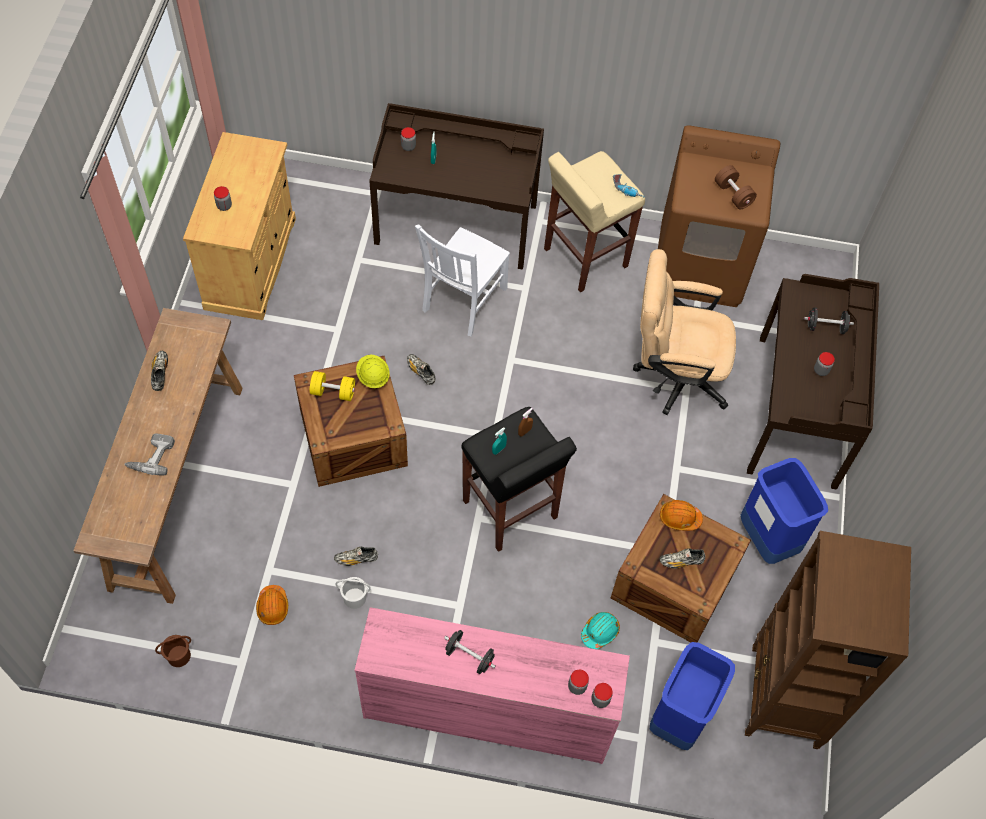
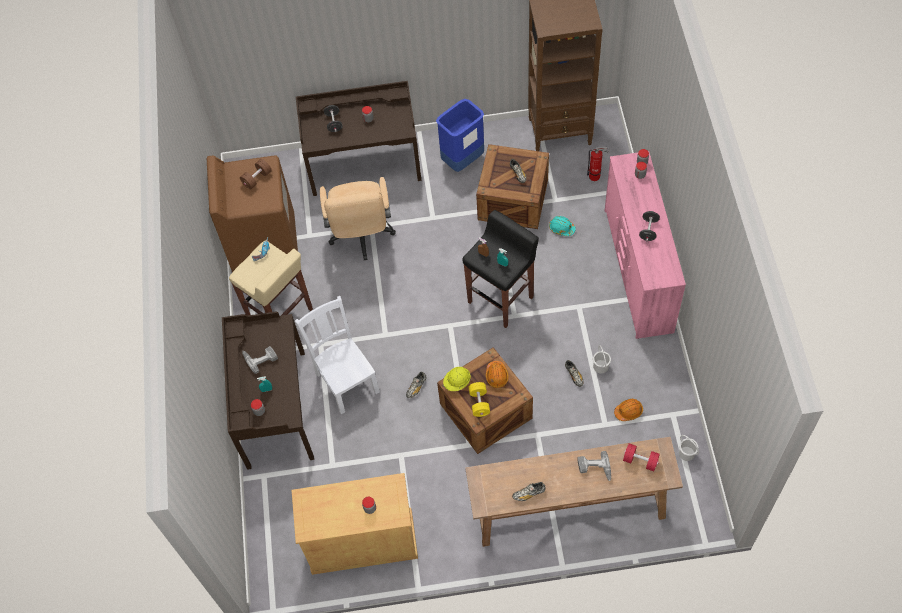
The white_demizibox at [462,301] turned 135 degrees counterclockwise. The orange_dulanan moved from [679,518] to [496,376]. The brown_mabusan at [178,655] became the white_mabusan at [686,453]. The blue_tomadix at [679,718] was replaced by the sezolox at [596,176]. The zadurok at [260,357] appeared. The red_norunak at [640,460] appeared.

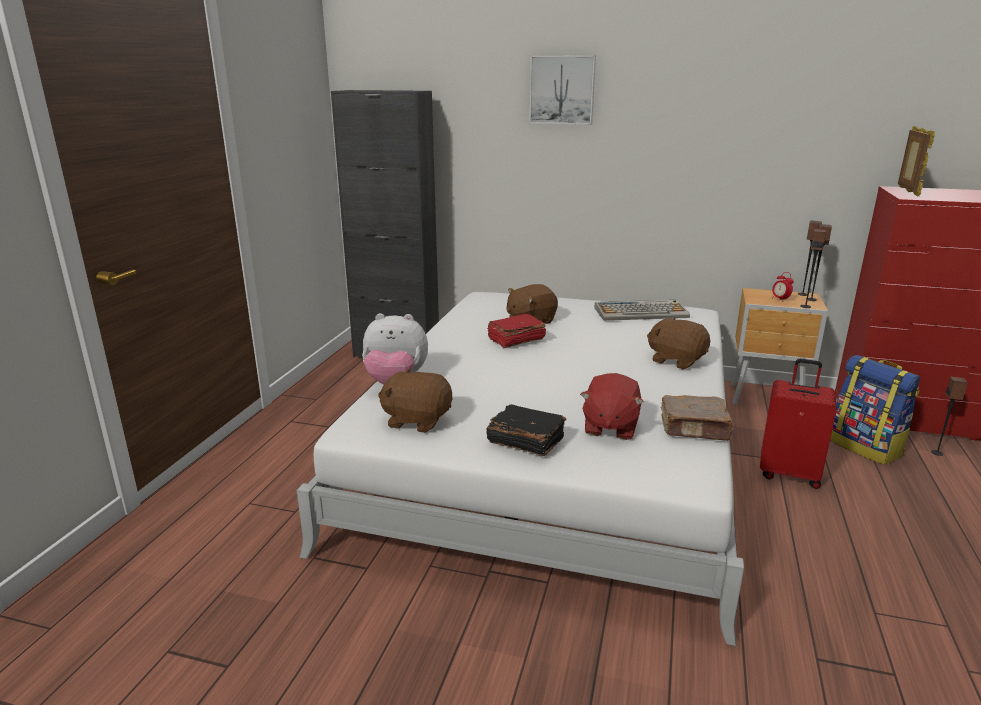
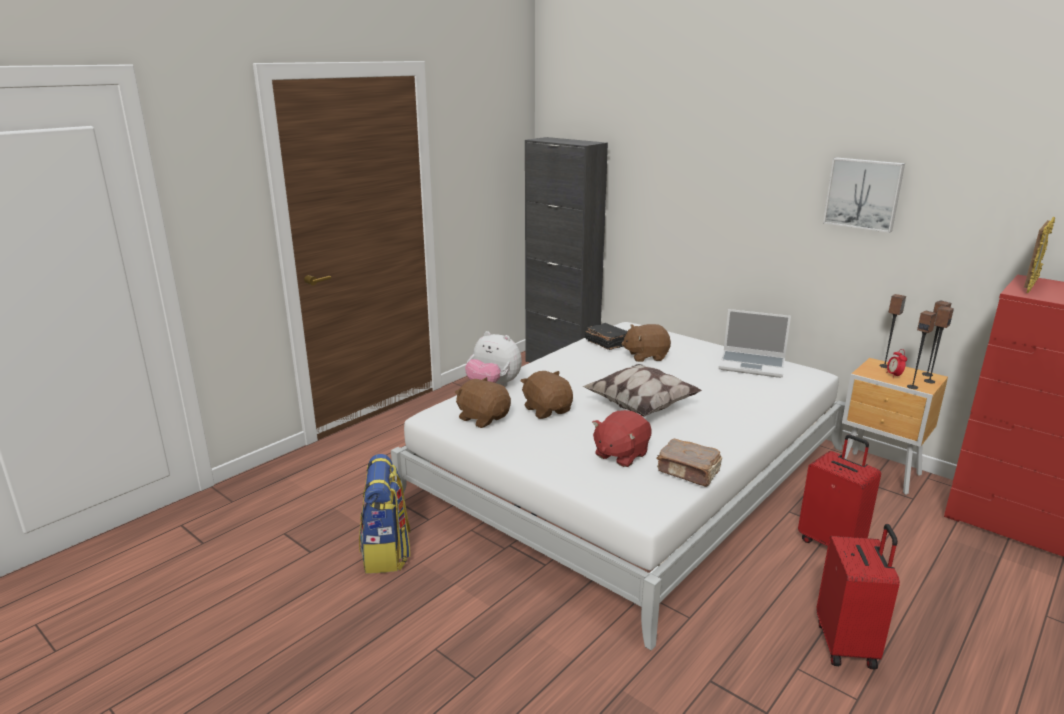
The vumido moved from [562,90] to [863,194]. The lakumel at [641,312] was replaced by the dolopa at [753,365]. The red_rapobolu at [515,340] disappeared. The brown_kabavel moved from [676,360] to [547,410]. The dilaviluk moved from [865,447] to [387,552]. The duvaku moved from [937,453] to [884,366]. The black_rapobolu moved from [525,441] to [607,343]. The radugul at [640,406] appeared. The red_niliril at [847,644] appeared.

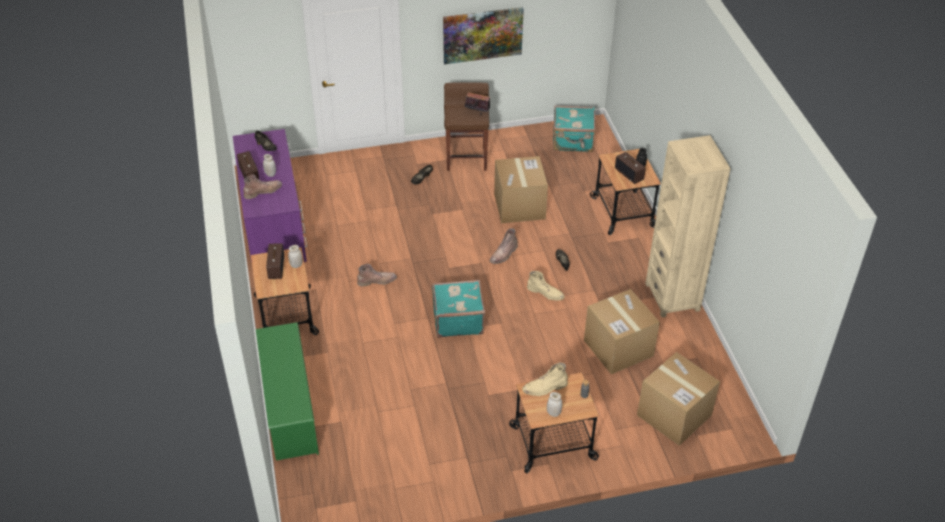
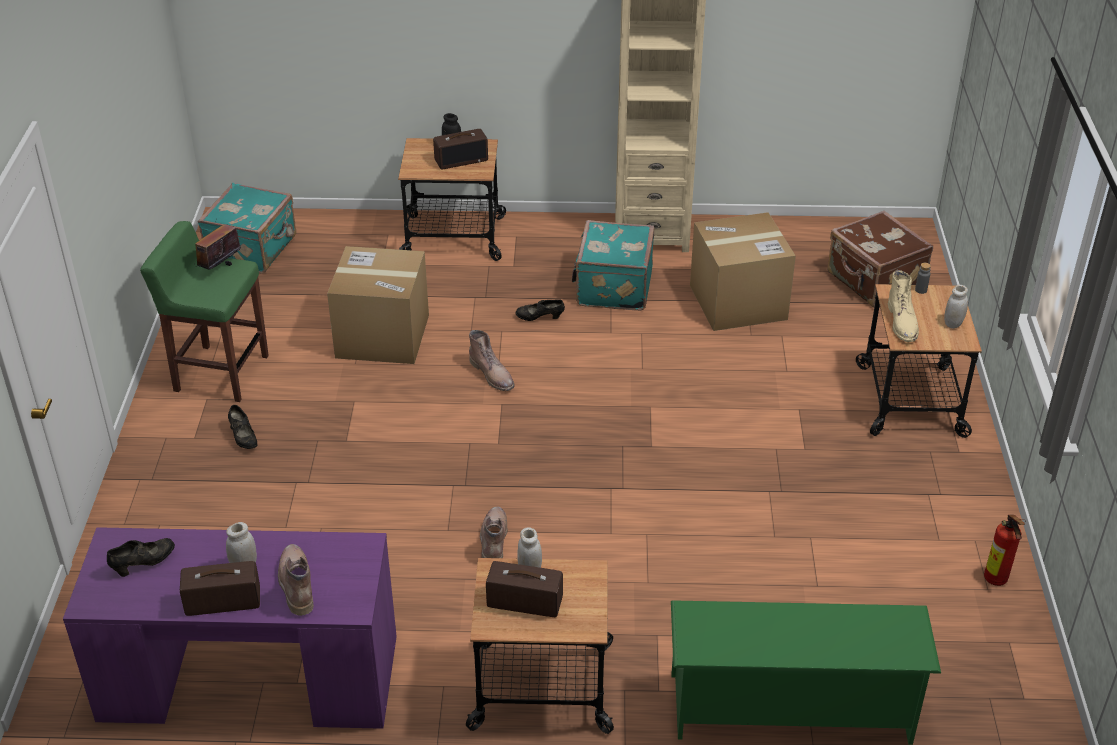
The vumido at [482,35] disappeared. The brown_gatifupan at [466,158] became the green_gatifupan at [220,373]. The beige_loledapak at [546,293] disappeared. The turquoise_niliril moved from [457,320] to [612,287]. The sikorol at [674,415] was replaced by the brown_niliril at [874,282]. The sezolox at [996,581] appeared.

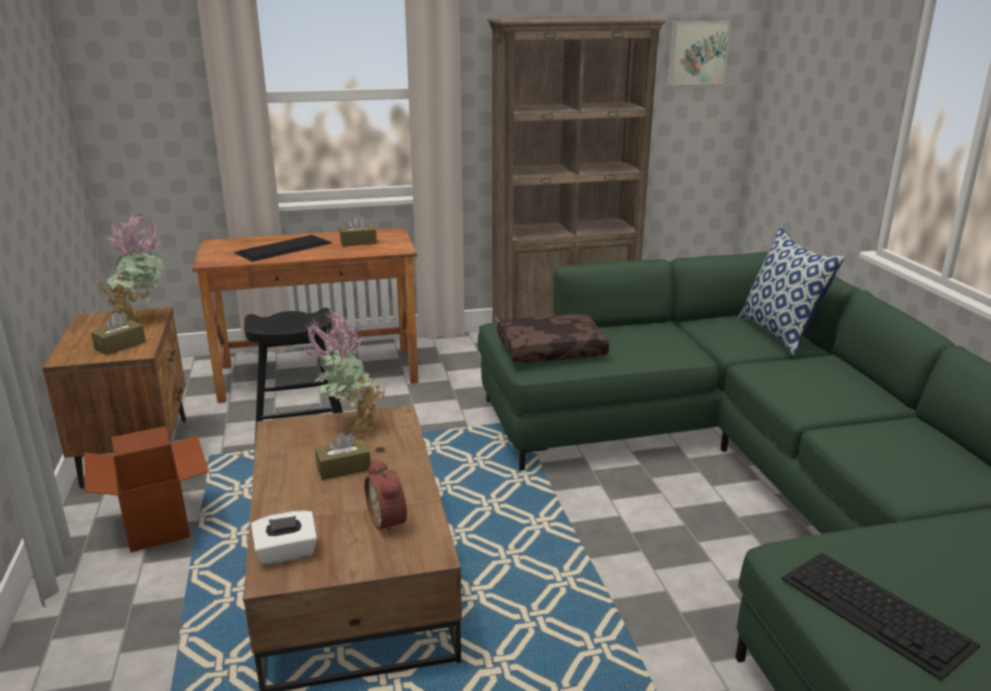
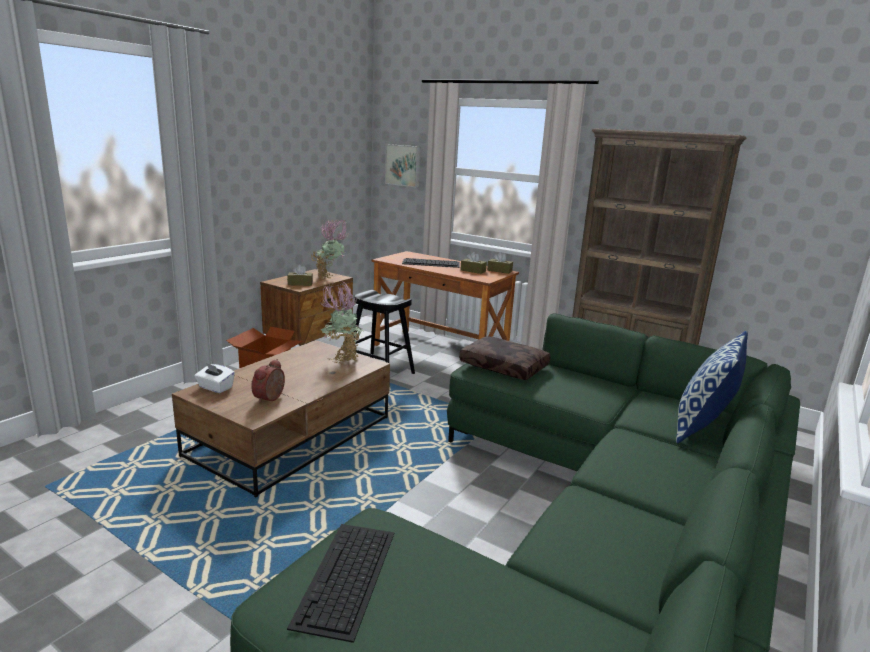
The vumido moved from [696,53] to [403,165]. The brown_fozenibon moved from [343,468] to [499,271].

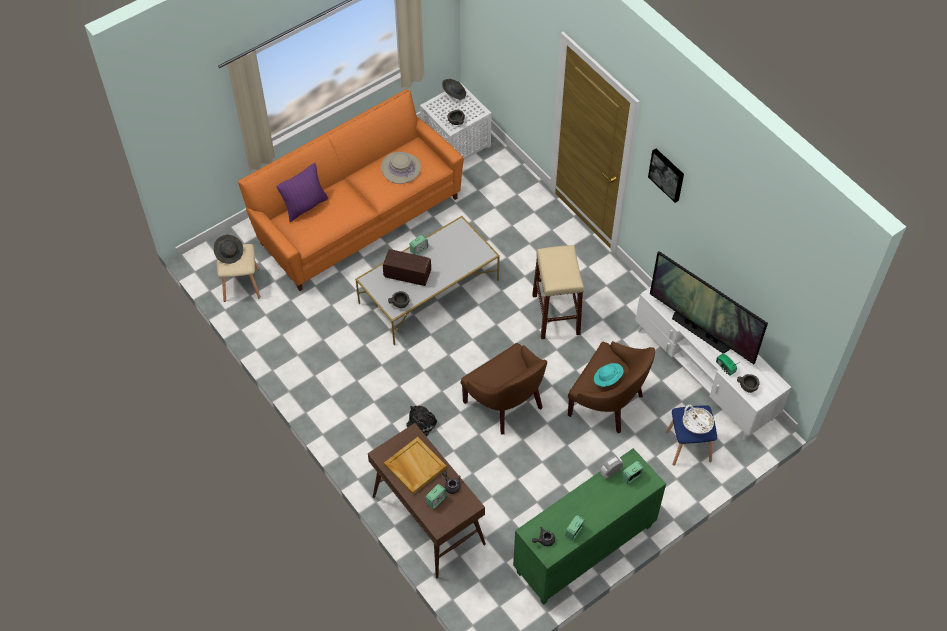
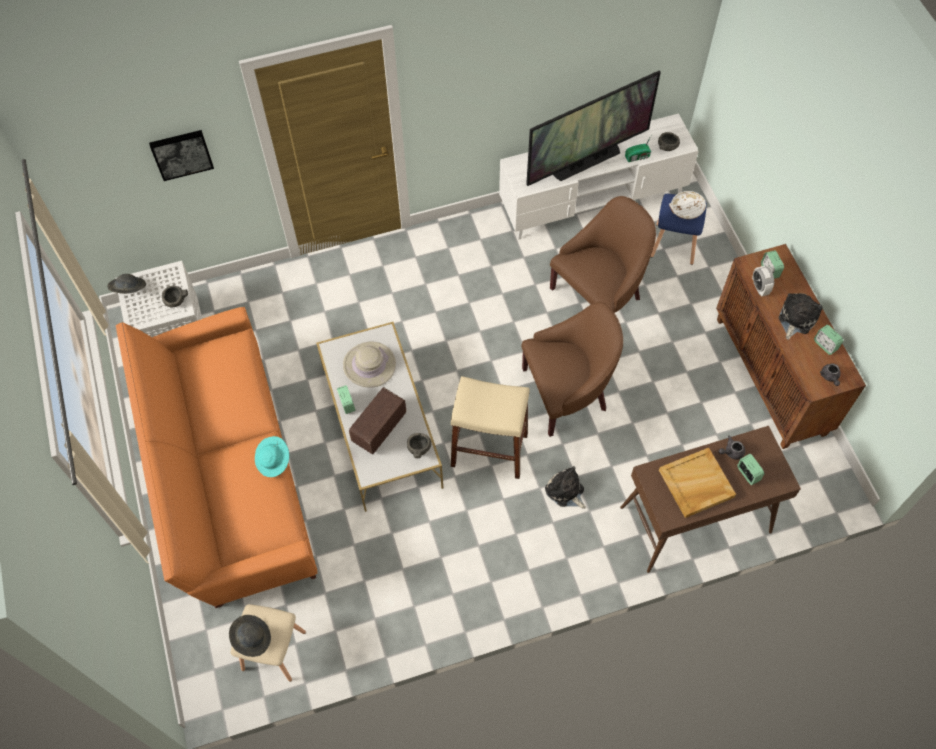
The vumido moved from [667,174] to [181,153]. The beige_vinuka moved from [401,168] to [369,365]. The purple_radugul at [305,206] disappeared. The beige_gatifupan moved from [556,314] to [489,450]. The turquoise_vinuka moved from [607,379] to [273,461]. The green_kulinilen at [584,550] became the brown_kulinilen at [771,376]. The kabavel at [796,319] appeared.

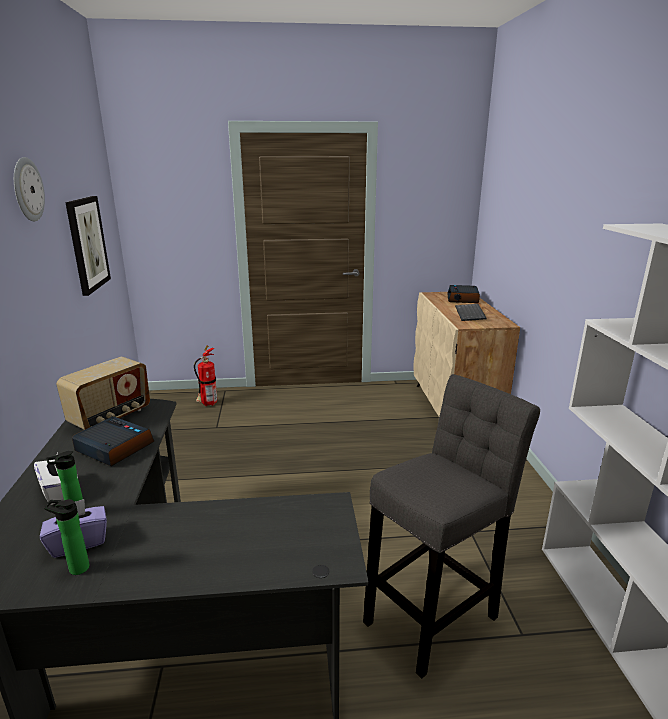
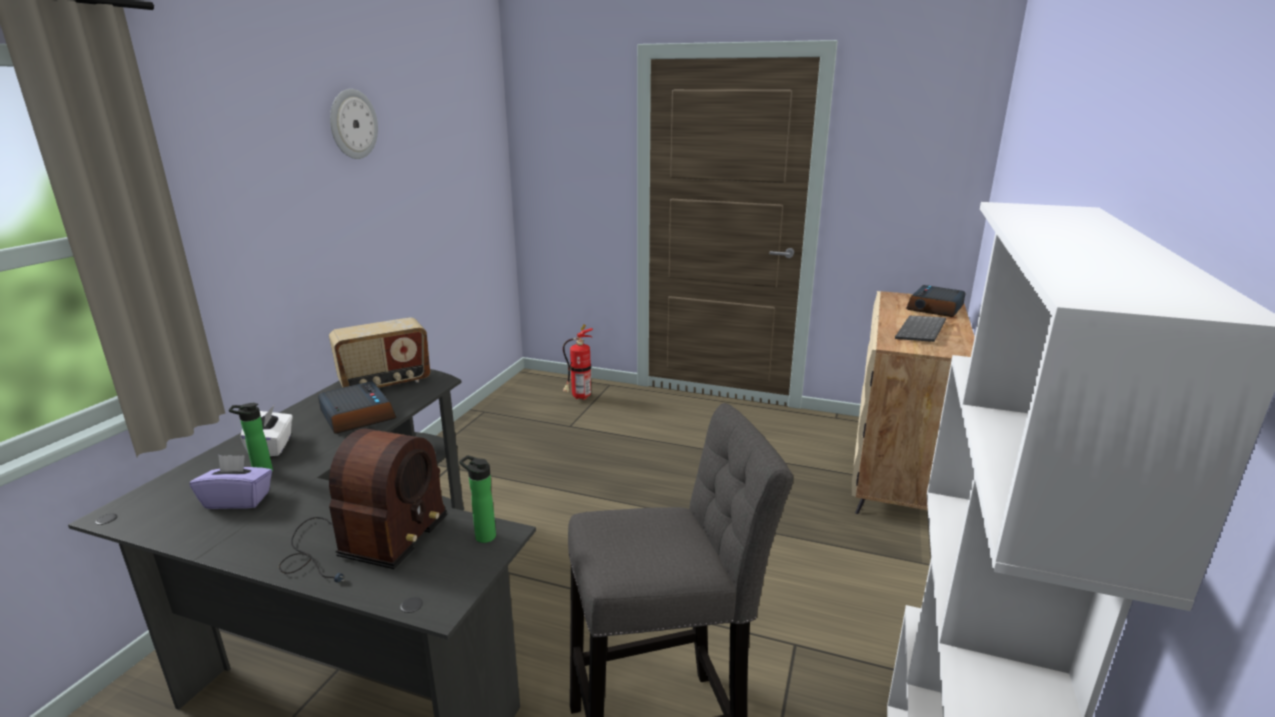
The vumido at [87,244] disappeared. The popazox moved from [76,568] to [482,536]. The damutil at [364,542] appeared.

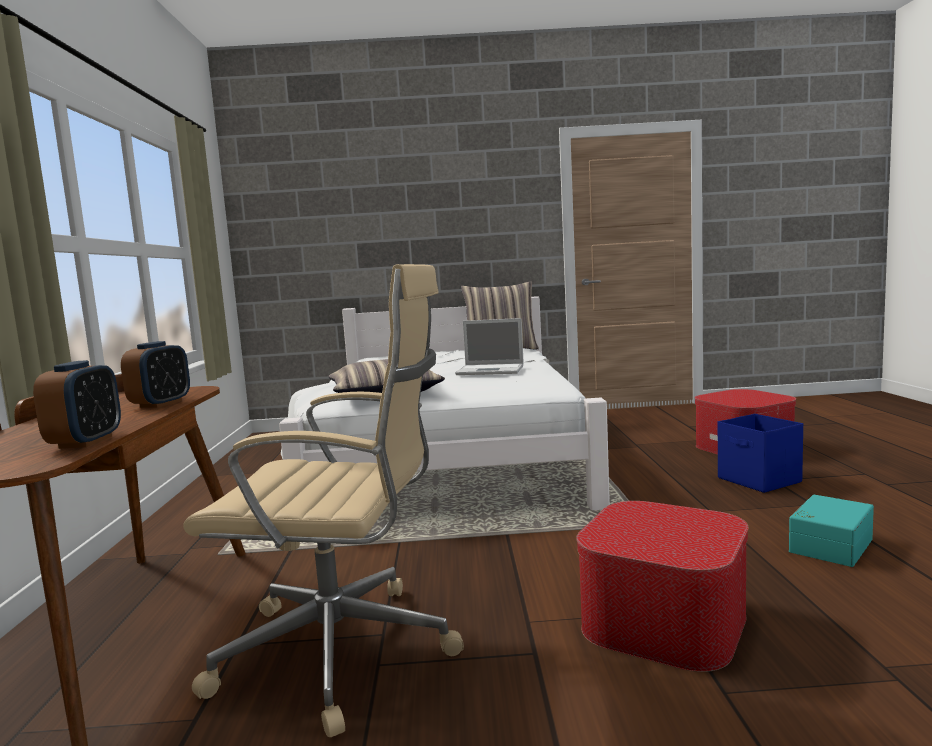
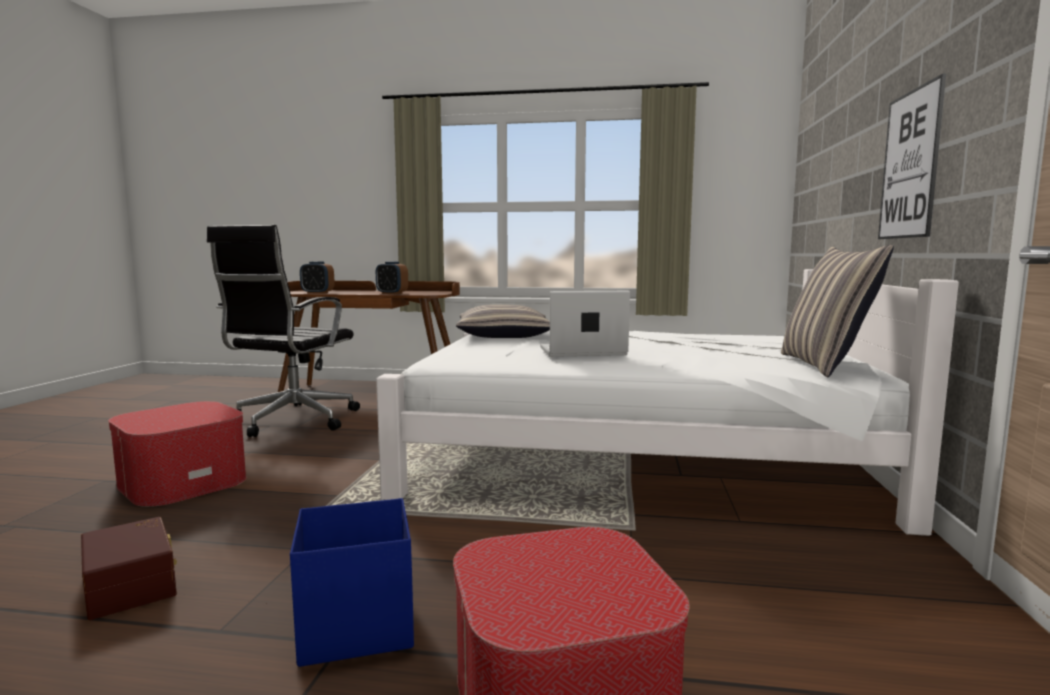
The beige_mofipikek at [344,652] became the black_mofipikek at [292,421]. The dolopa at [492,370] turned 60 degrees clockwise. The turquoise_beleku at [828,545] became the brown_beleku at [133,584]. The vumido at [910,165] appeared.

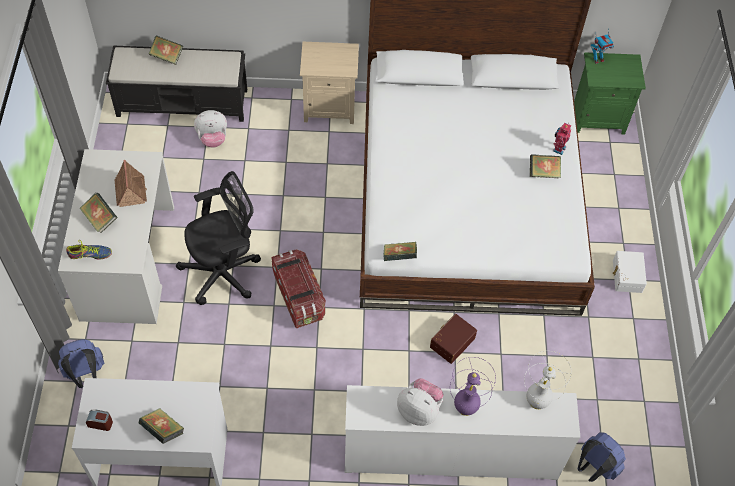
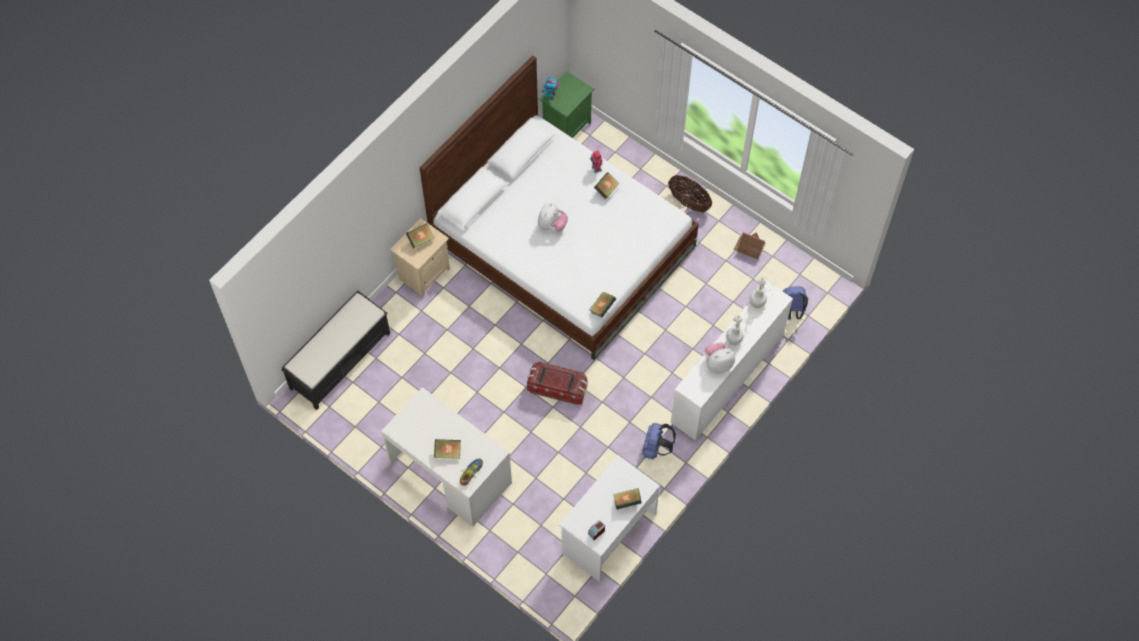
The rapobolu moved from [167,57] to [421,240]. The kabavel moved from [212,139] to [552,225]. The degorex moved from [130,191] to [749,248]. The black_mofipikek at [224,273] disappeared. The white_beleku at [626,276] was replaced by the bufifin at [689,202]. The brown_beleku at [451,342] disappeared. The blue_dilaviluk moved from [86,374] to [656,448]. The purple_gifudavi at [466,407] became the white_gifudavi at [734,340].

